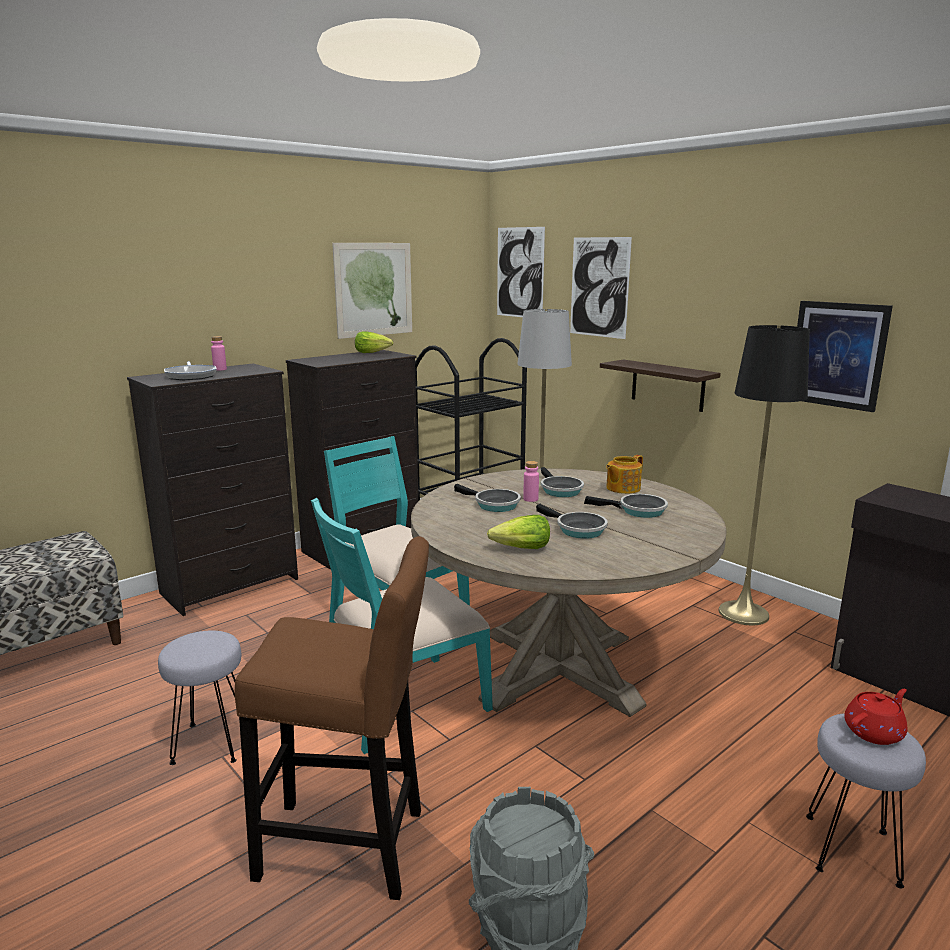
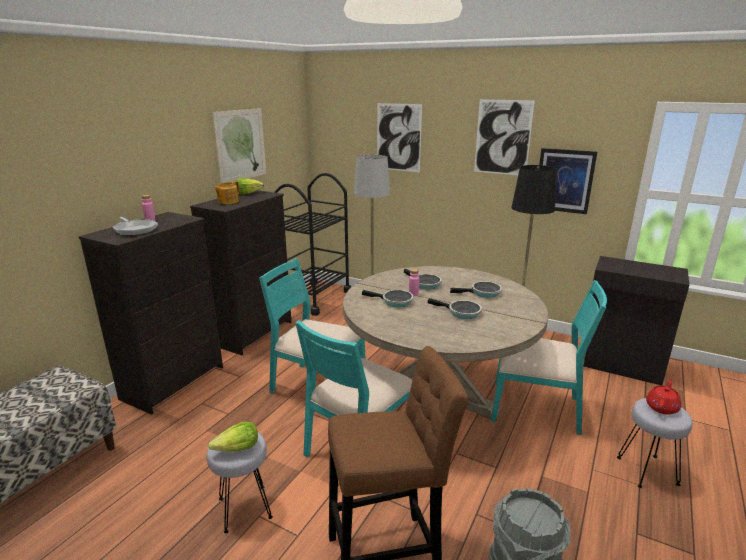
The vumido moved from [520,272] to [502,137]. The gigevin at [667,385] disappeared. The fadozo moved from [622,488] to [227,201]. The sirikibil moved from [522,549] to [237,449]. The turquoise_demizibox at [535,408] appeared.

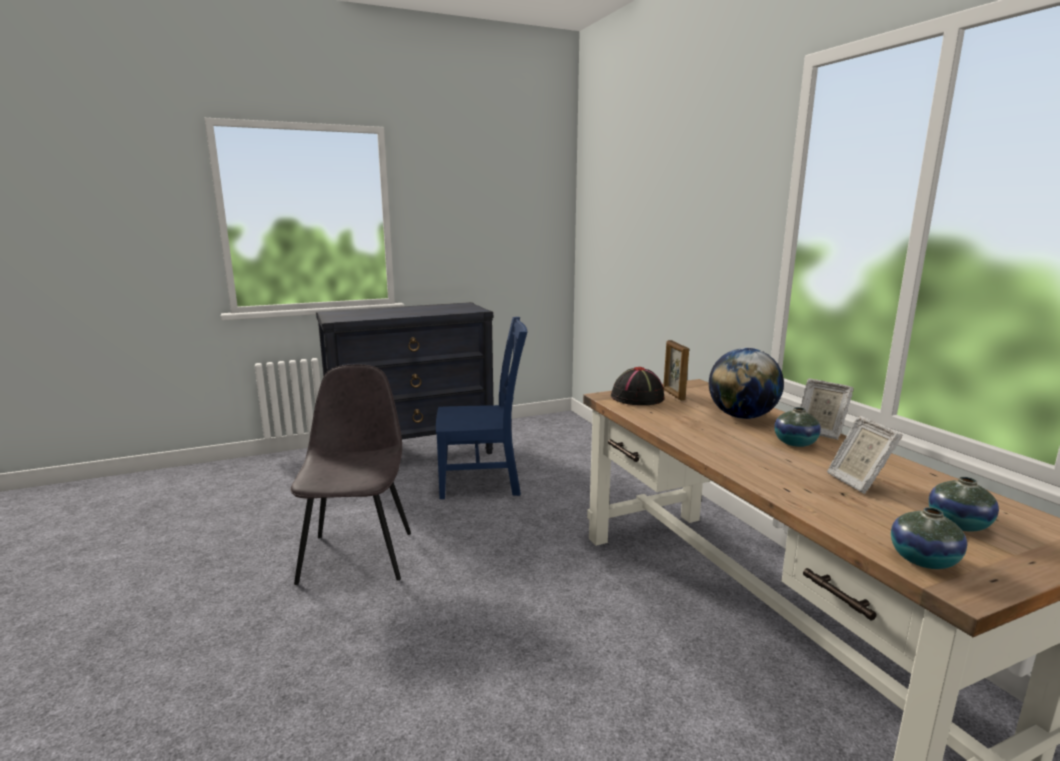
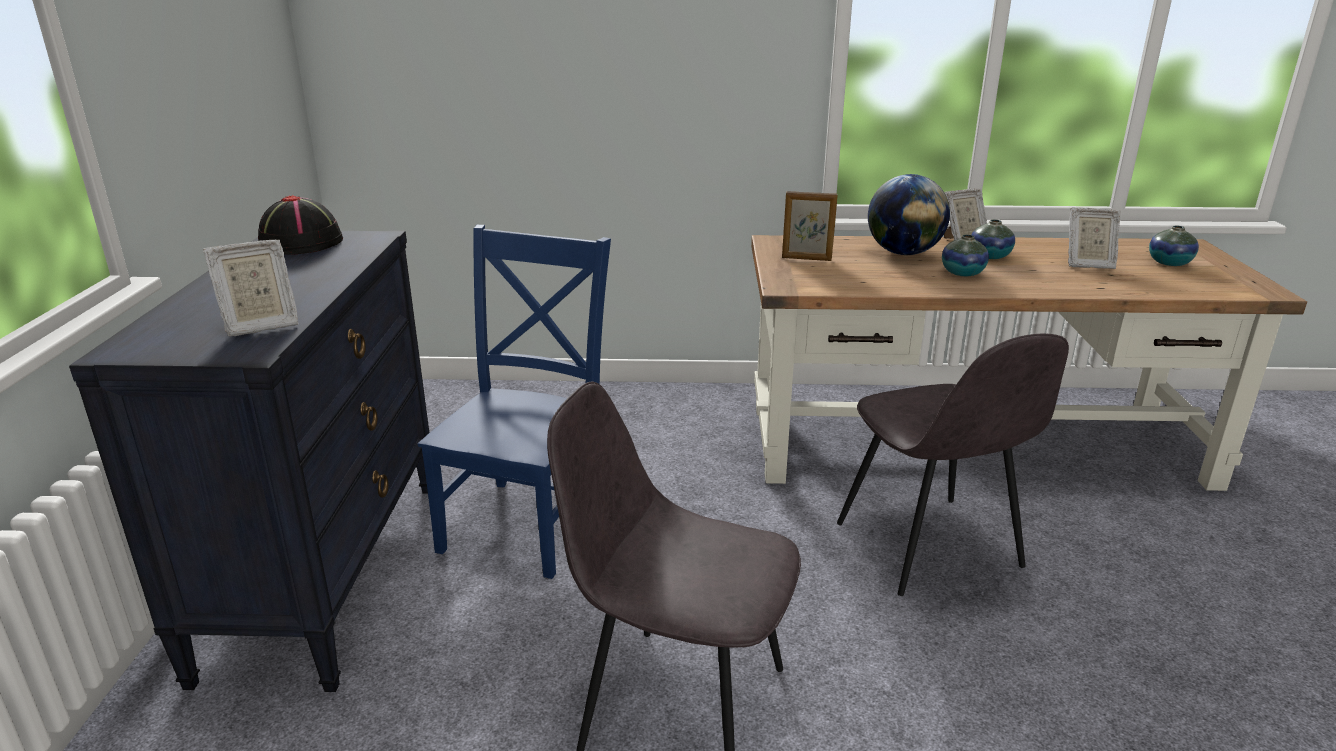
The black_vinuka moved from [638,398] to [302,243]. The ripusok moved from [923,560] to [962,273]. The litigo at [260,325] appeared. The grey_demizibox at [930,548] appeared.

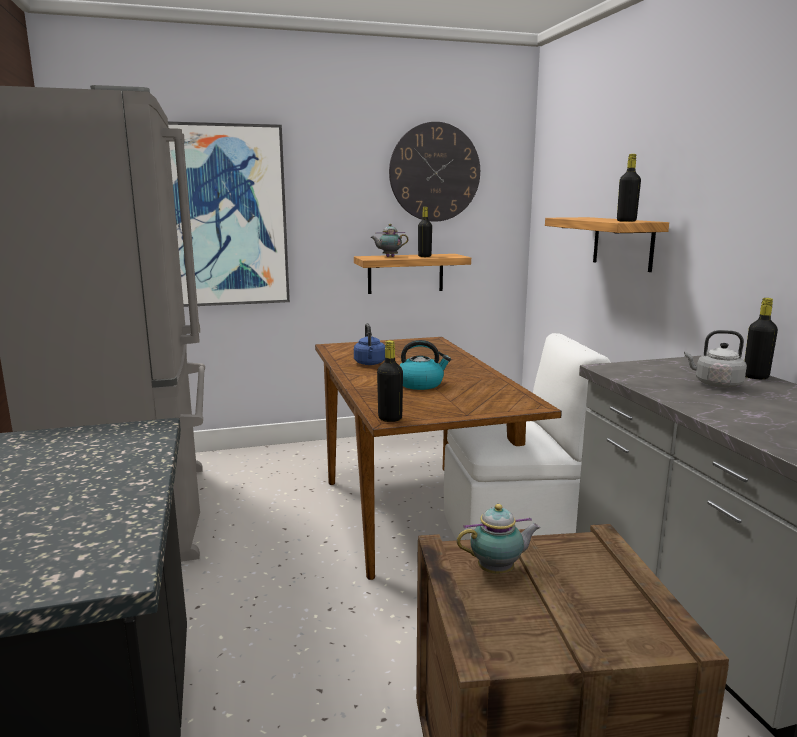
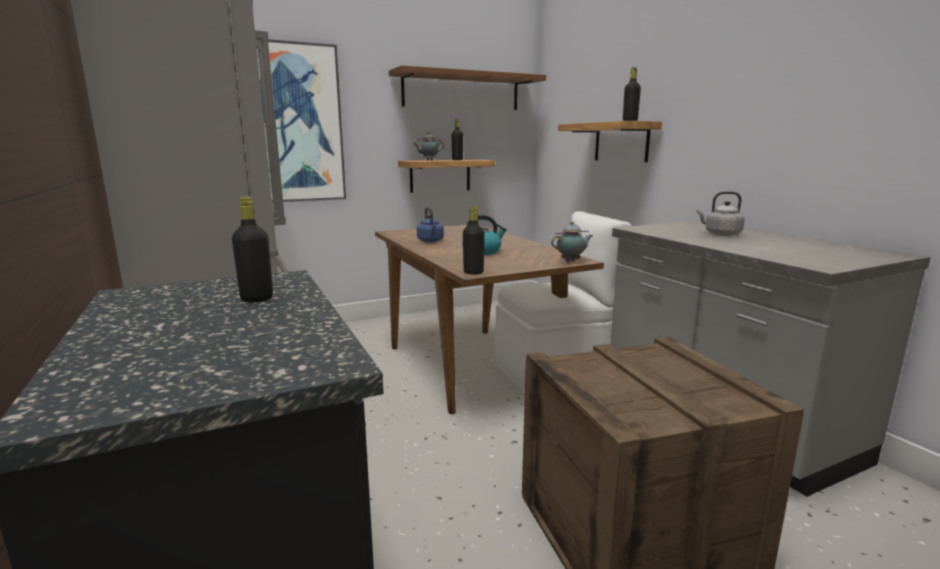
The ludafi at [435,172] was replaced by the brown_gigevin at [461,91]. The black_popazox moved from [755,377] to [257,299]. The fadozo moved from [498,571] to [571,261].

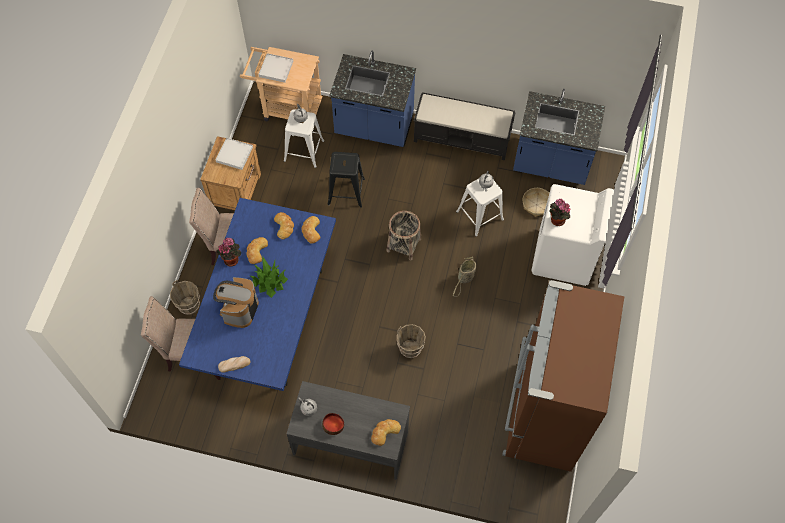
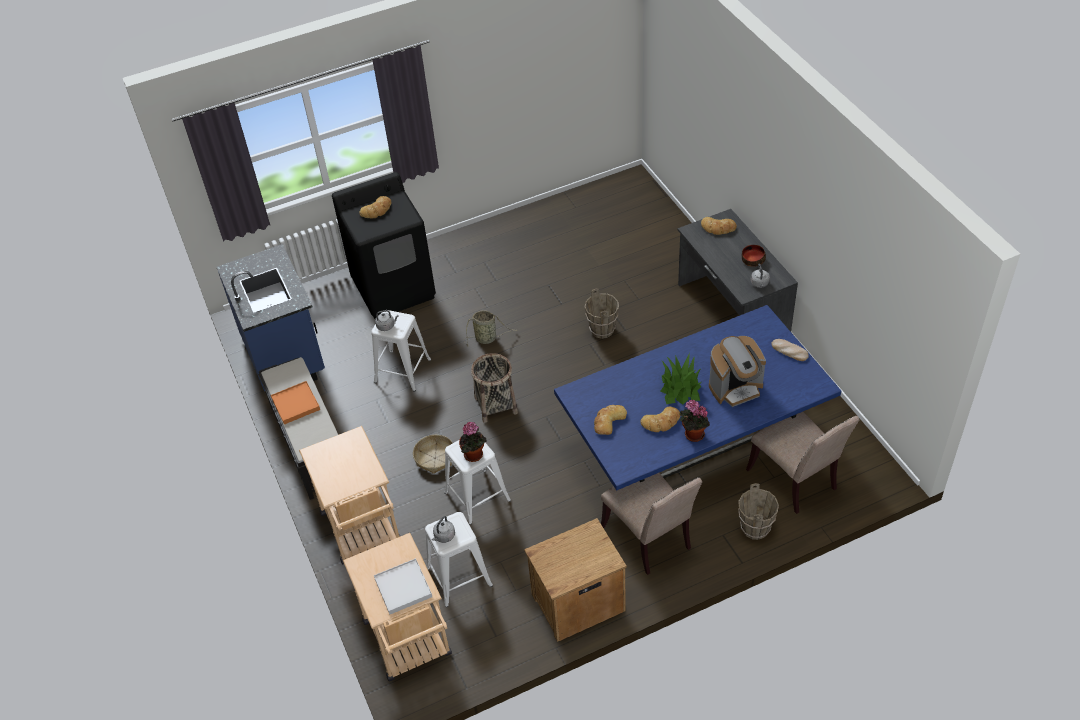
The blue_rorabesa at [374,127] was replaced by the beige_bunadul at [363,533]. The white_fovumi at [234,154] disappeared. The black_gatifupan at [346,191] became the white_gatifupan at [477,496]. The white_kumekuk at [563,257] became the black_kumekuk at [394,288]. The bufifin moved from [536,204] to [435,458]. The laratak moved from [556,220] to [475,456]. The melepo moved from [311,231] to [377,210]. The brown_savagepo at [543,414] disappeared. The orange_fovumi at [295,404] appeared.

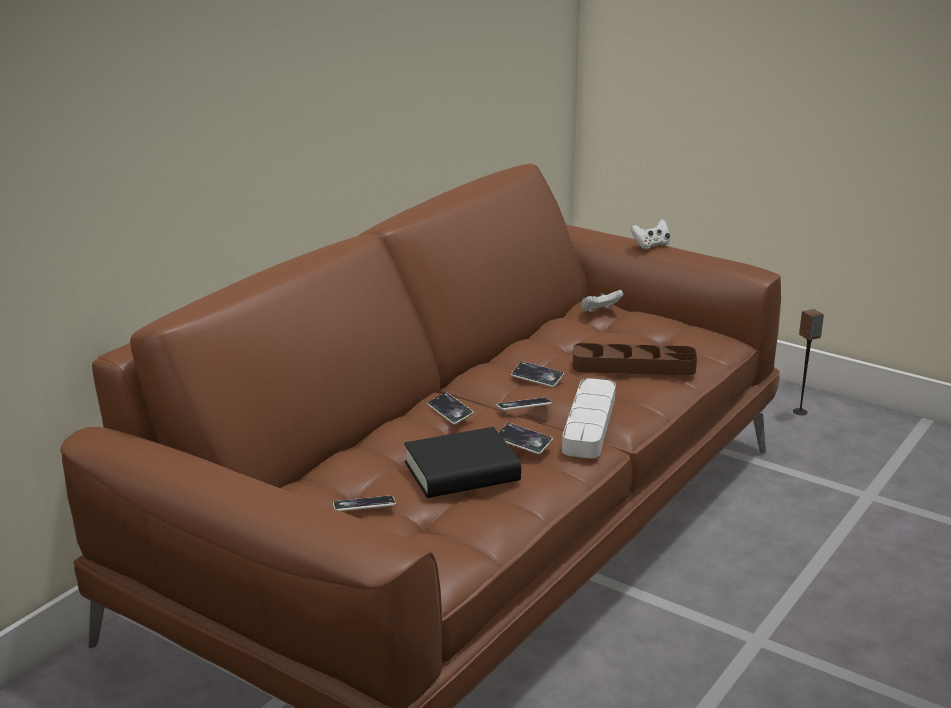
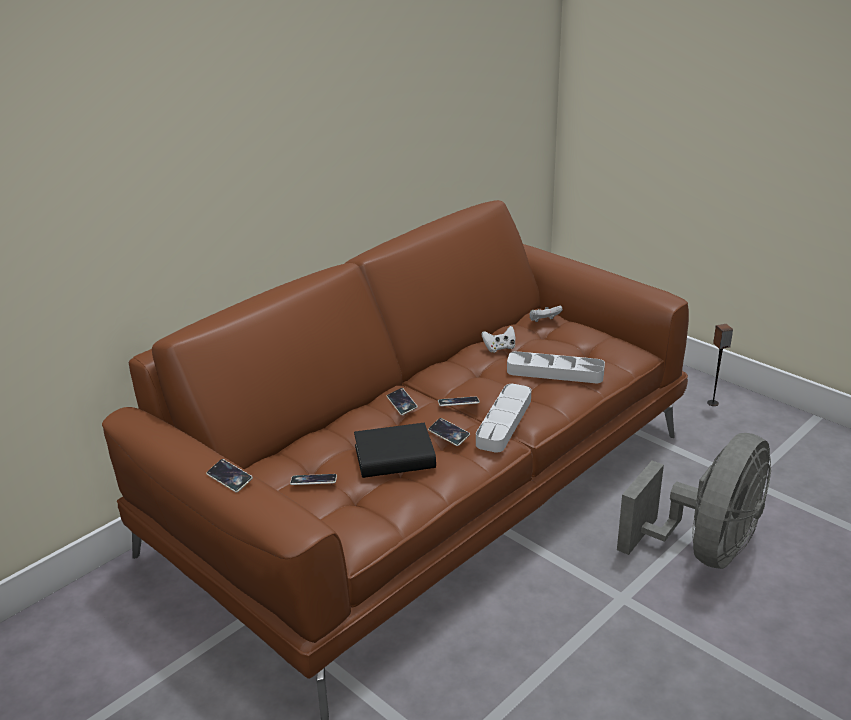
The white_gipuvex moved from [651,245] to [499,348]. The brown_fovumi at [633,366] became the grey_fovumi at [555,372]. The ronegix moved from [537,377] to [229,478]. The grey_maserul at [704,549] appeared.

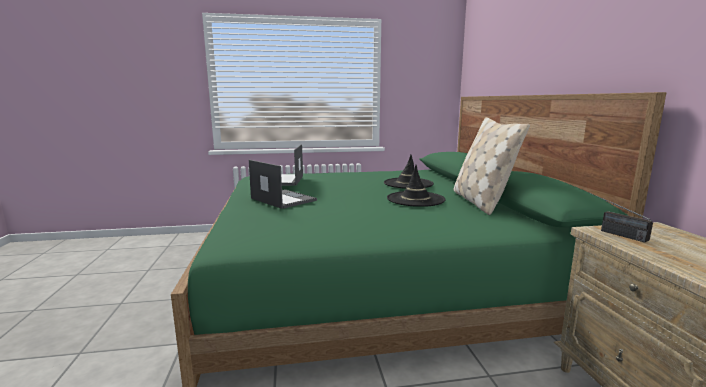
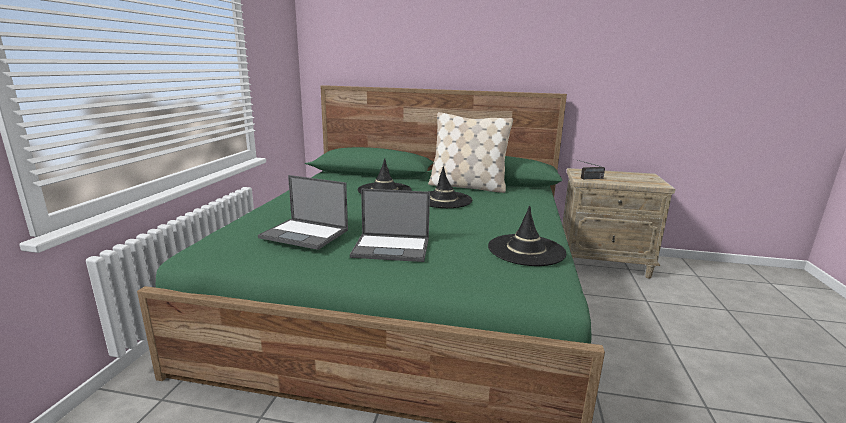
The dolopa at [282,199] turned 150 degrees counterclockwise. The black_vinuka at [526,250] appeared.

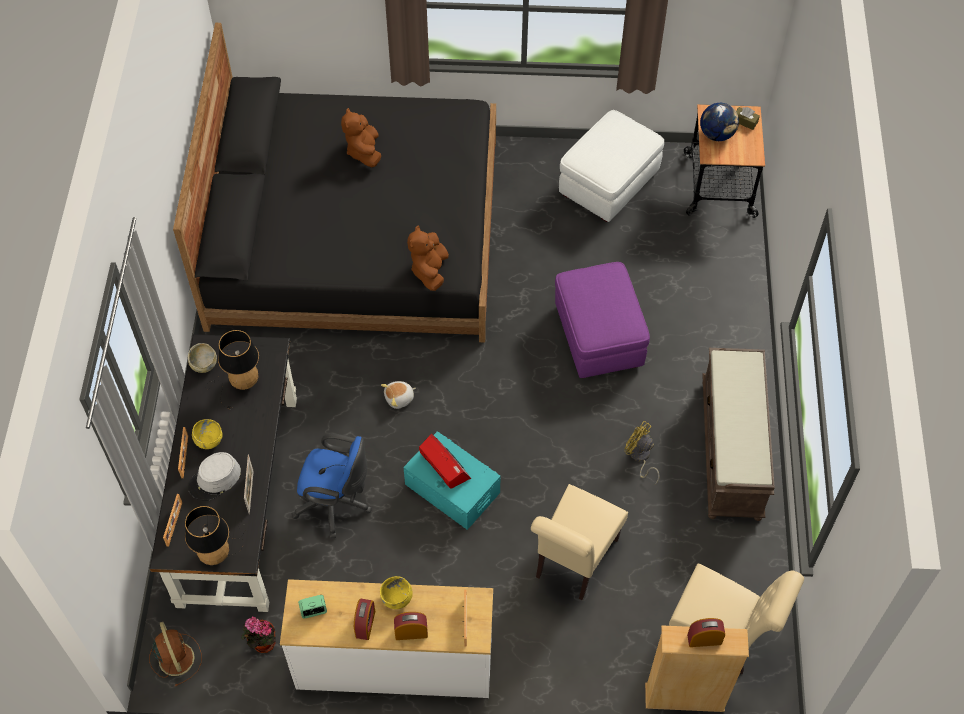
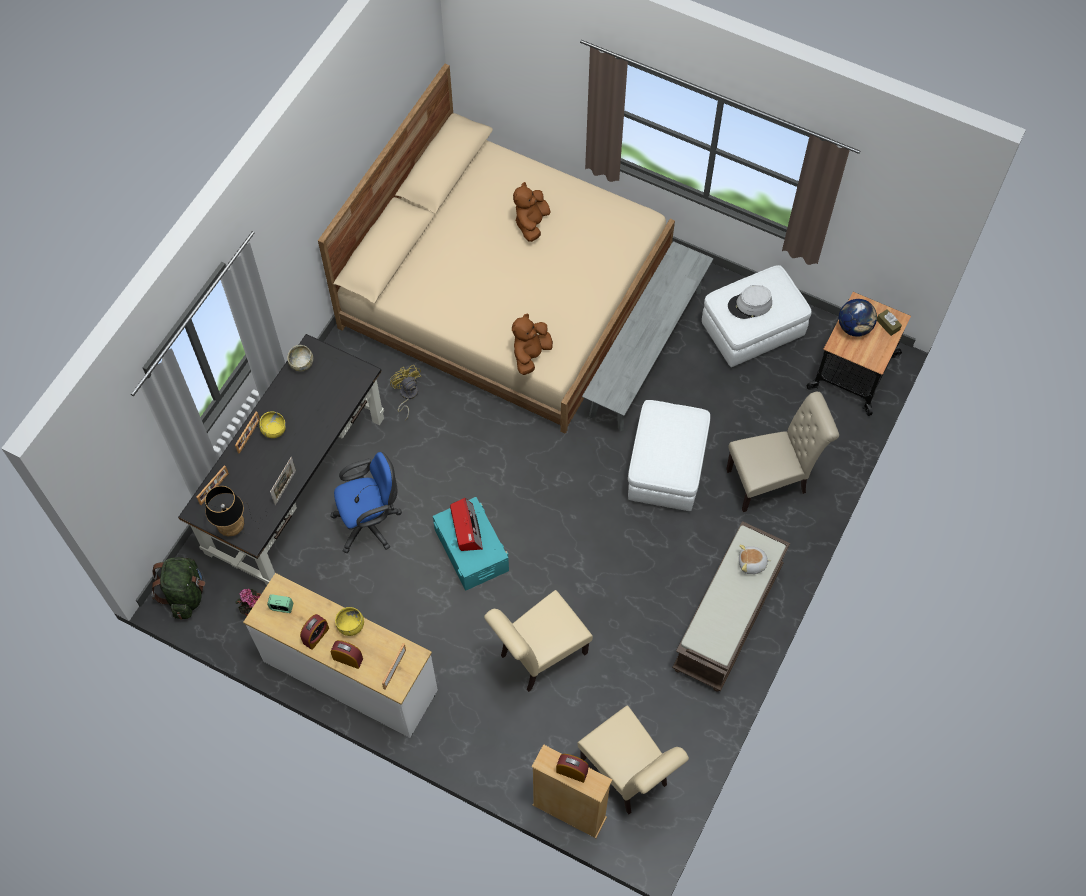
The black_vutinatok at [355,233] became the beige_vutinatok at [505,290]. The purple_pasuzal at [598,337] became the white_pasuzal at [666,469]. The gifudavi at [240,383] disappeared. The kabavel moved from [399,398] to [752,563]. The yellow_maserul moved from [640,457] to [407,395]. The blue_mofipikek at [336,504] turned 60 degrees counterclockwise. The grey_vinuka moved from [215,479] to [750,305]. The brown_maserul at [176,657] was replaced by the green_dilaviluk at [185,594]. The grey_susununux at [646,352] appeared. The beige_demizibox at [771,481] appeared.

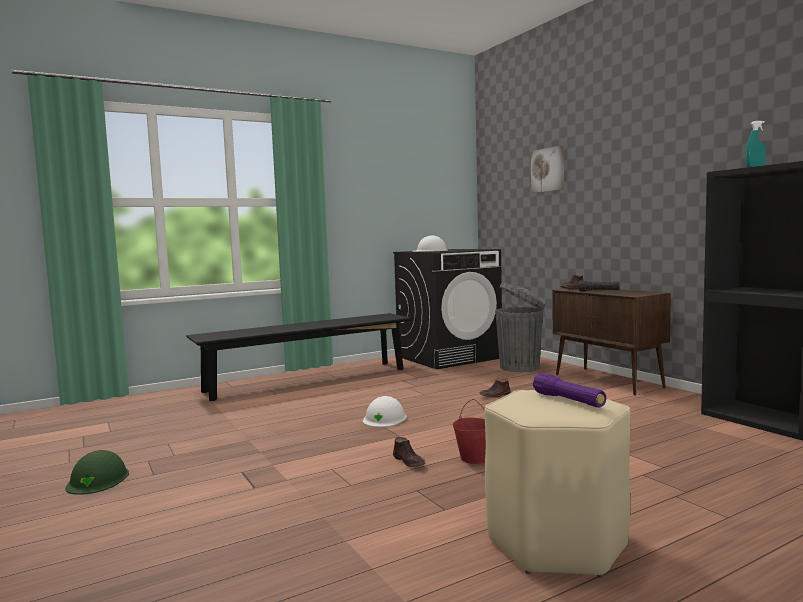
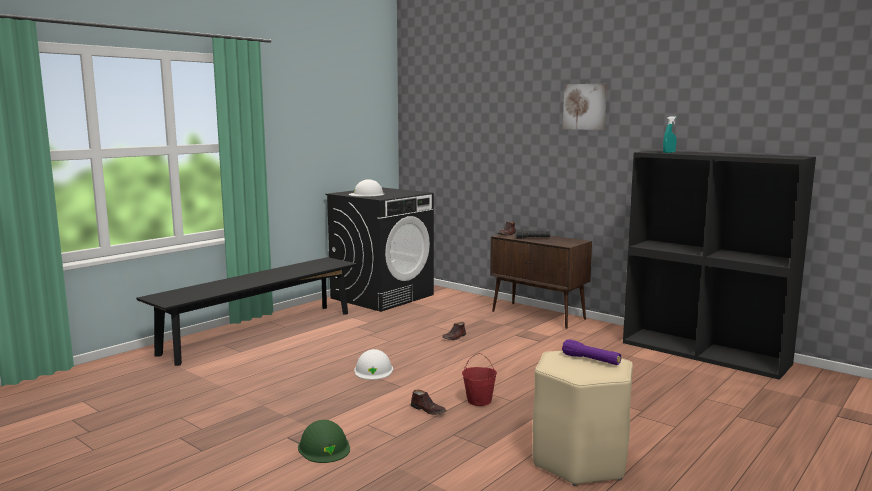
The vumido moved from [548,170] to [585,106]. The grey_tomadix at [521,367] disappeared. The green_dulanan moved from [98,479] to [324,447].

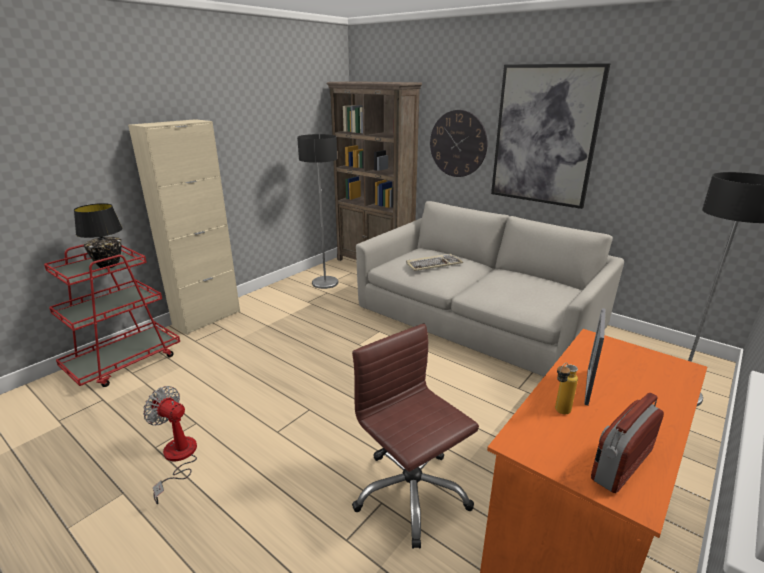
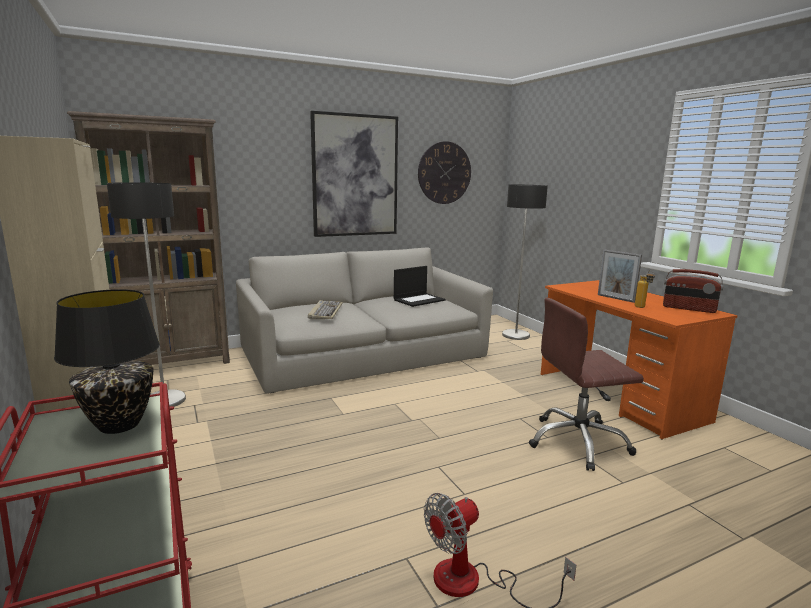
The ludafi moved from [458,144] to [444,173]. The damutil at [620,464] turned 45 degrees counterclockwise. The dolopa at [419,300] appeared.

